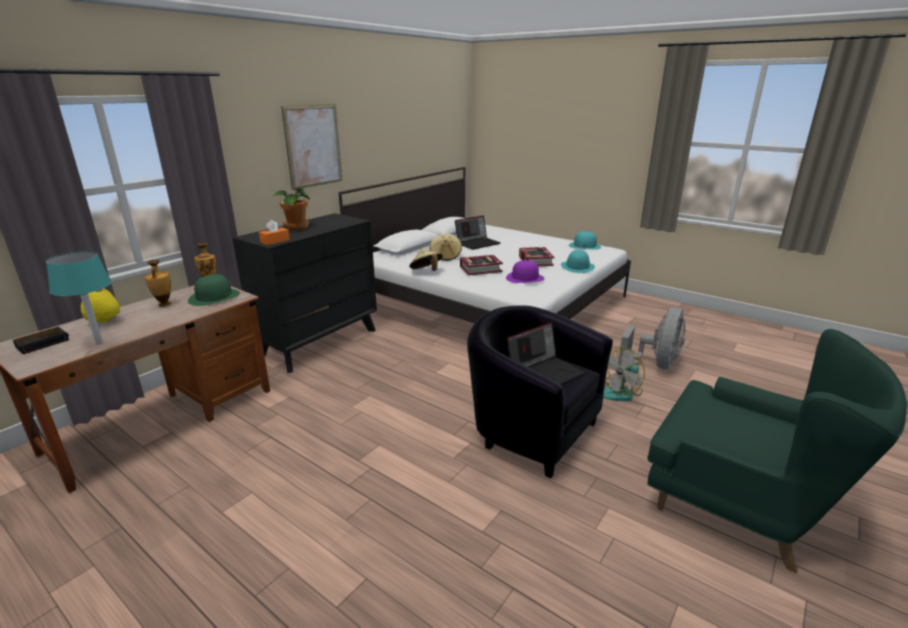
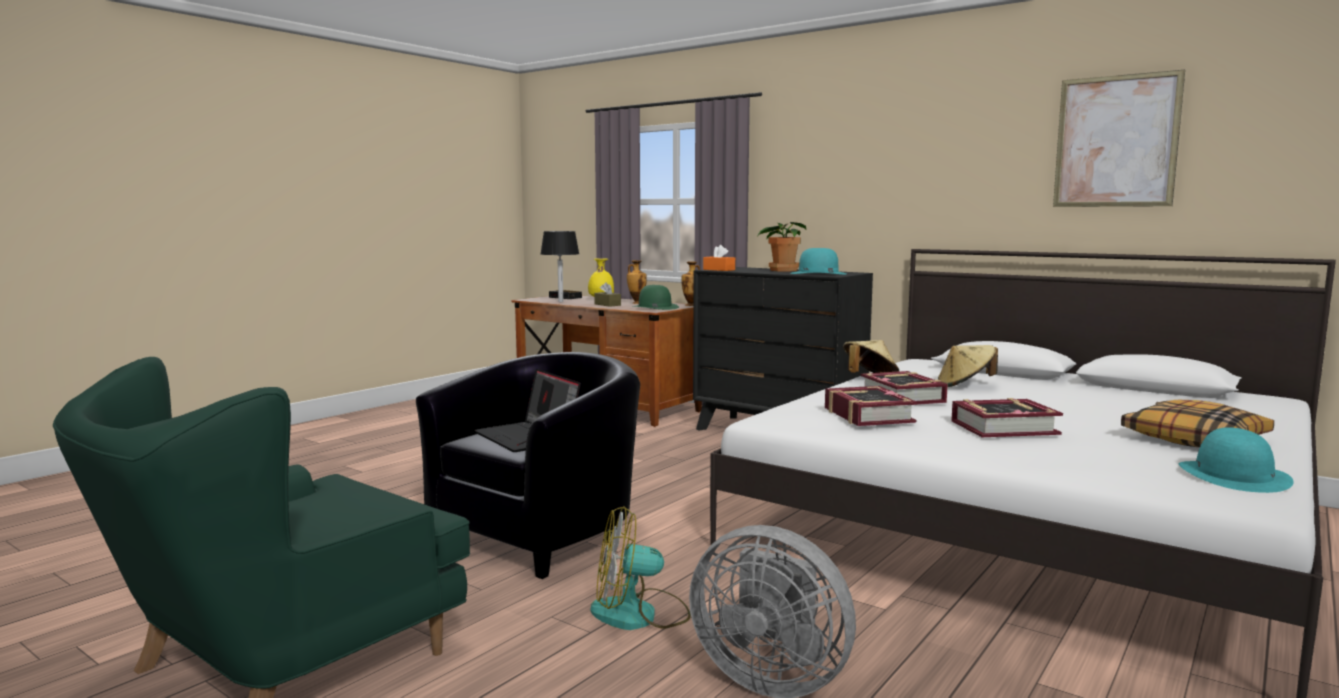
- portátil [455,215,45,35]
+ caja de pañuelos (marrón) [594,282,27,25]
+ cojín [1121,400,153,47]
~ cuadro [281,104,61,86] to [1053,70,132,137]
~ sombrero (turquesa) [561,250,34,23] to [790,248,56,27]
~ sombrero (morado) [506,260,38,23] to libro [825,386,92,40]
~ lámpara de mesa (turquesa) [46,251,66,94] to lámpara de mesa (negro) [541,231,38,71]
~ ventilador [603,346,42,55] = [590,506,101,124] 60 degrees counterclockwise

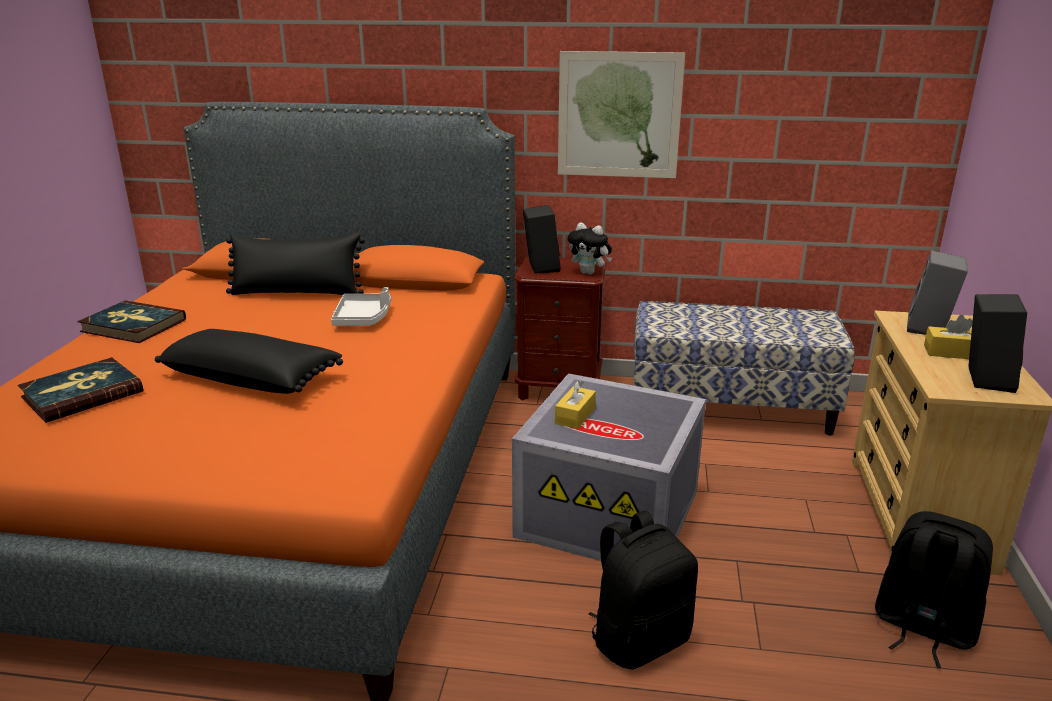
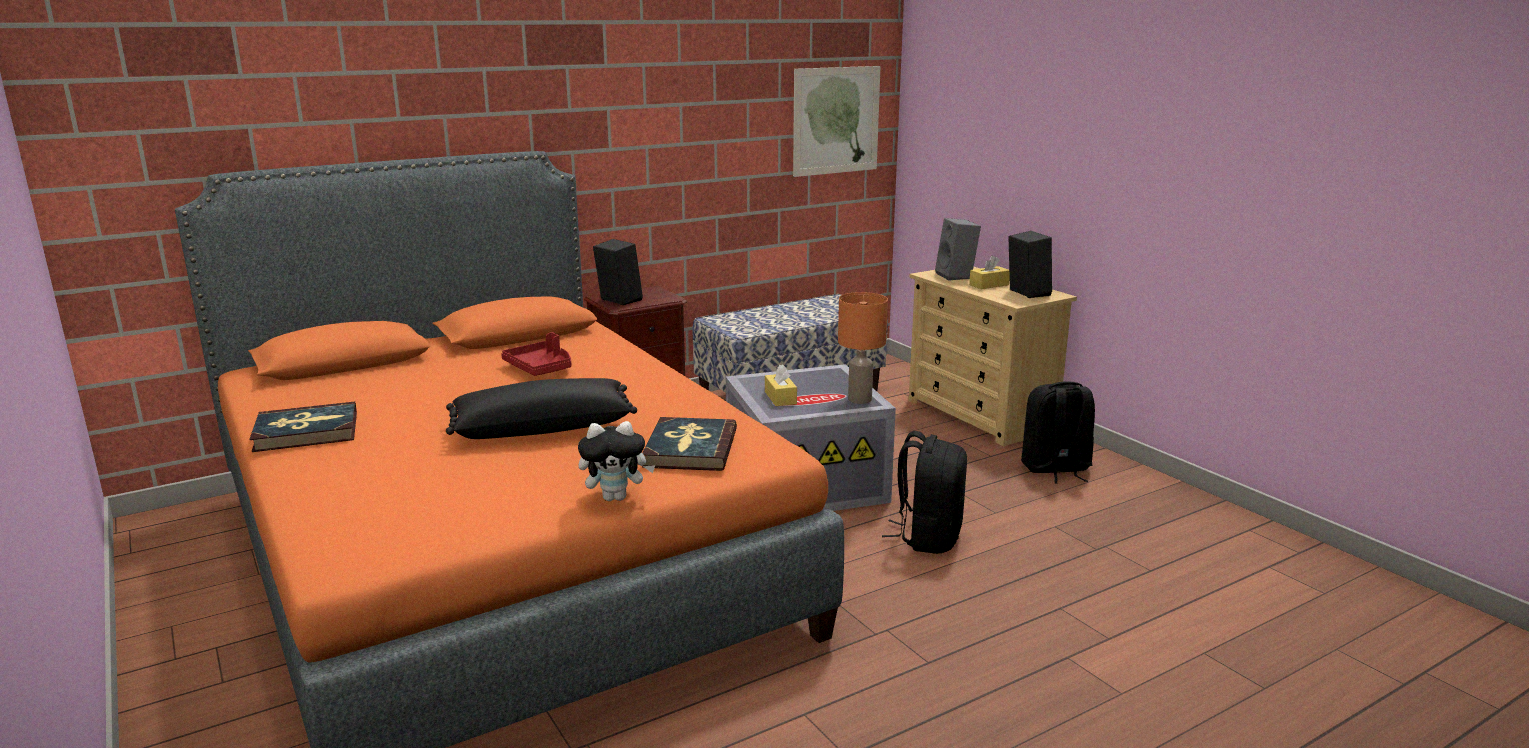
- cojín (negro) [226,232,139,63]
+ lámpara de mesa (naranja) [838,292,50,112]
~ libro [18,357,125,66] to [642,417,95,54]
~ cuadro [558,51,127,127] to [793,66,87,111]
~ peluche [568,222,44,53] to [578,421,77,80]
~ bandeja (blanco) [331,287,60,39] to bandeja (rojo) [501,332,70,44]

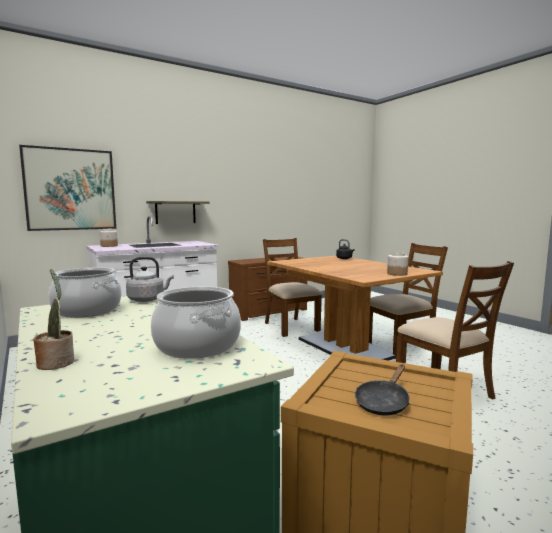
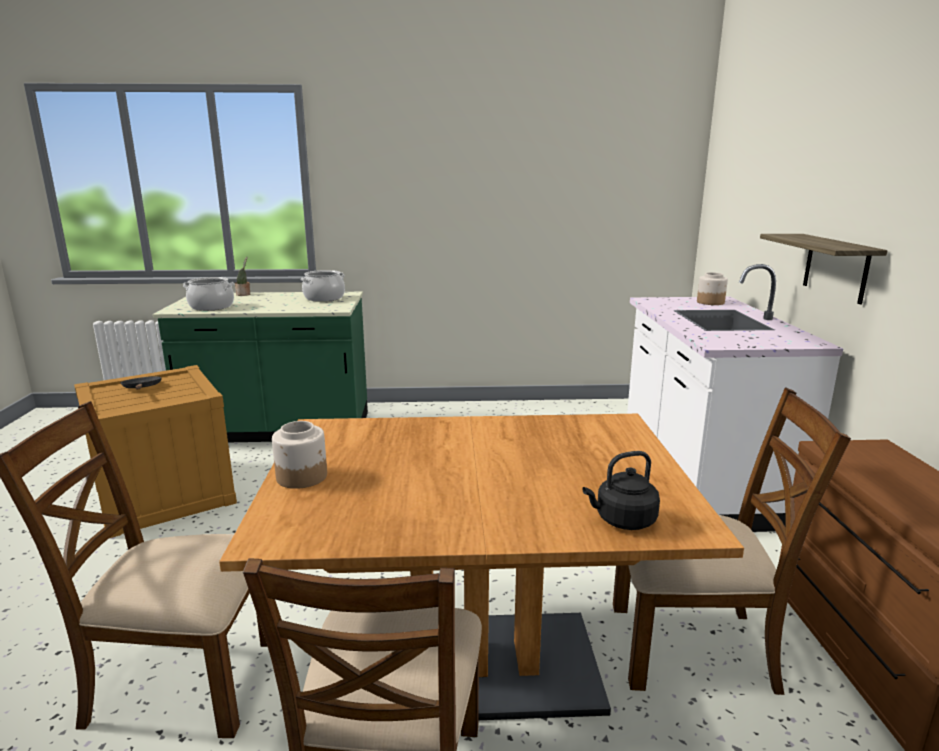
- cuadro [19,145,97,86]
- hervidor (gris) [126,257,48,45]

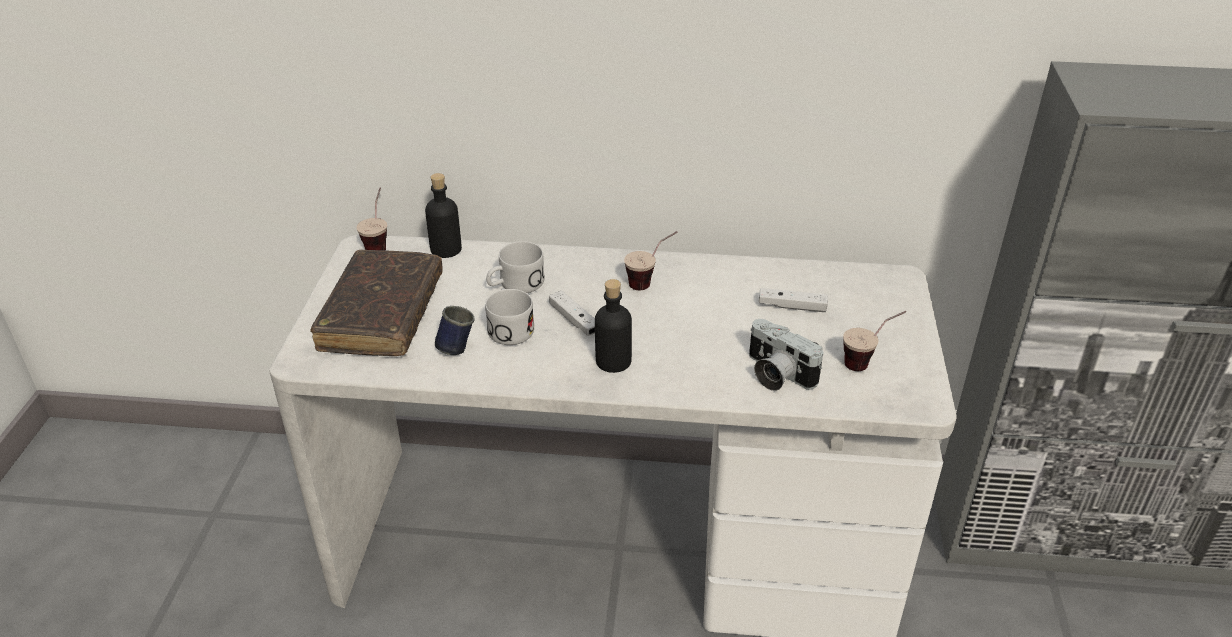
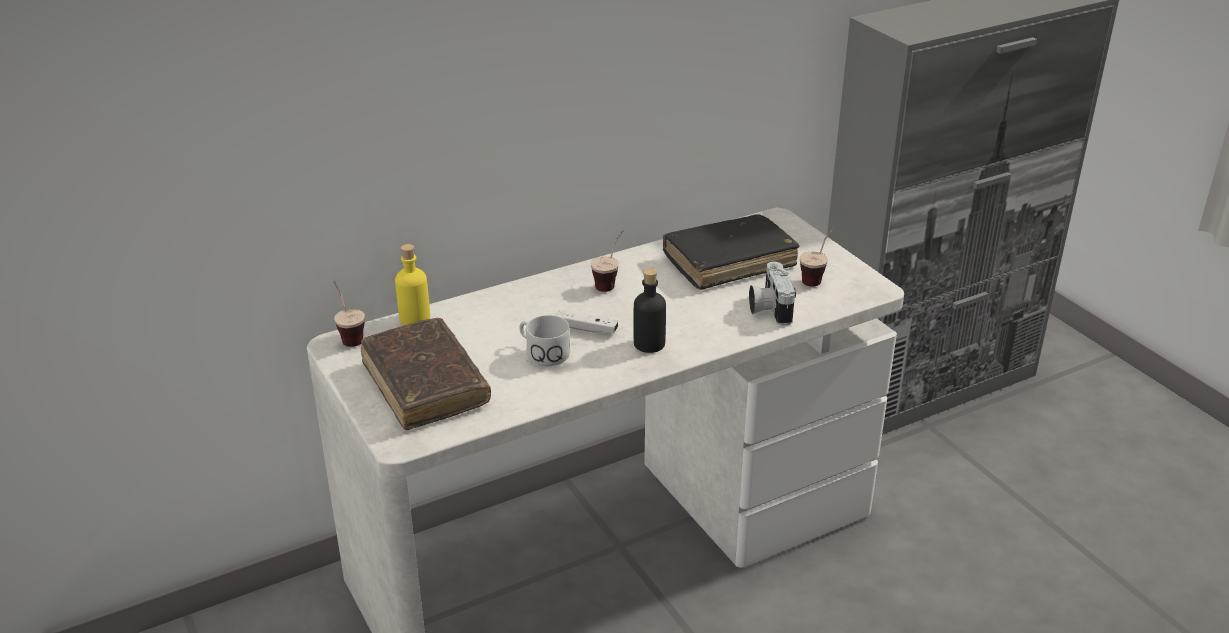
- taza grande (azul) [435,306,40,49]
- taza grande (blanco) [486,241,59,52]
~ mando de consola (blanco) [759,288,69,24] to libro (negro) [663,214,137,76]
~ botella (negro) [425,173,37,85] to botella (amarillo) [395,244,35,81]
~ cámara [749,319,74,72] = [749,262,47,63] 75 degrees clockwise

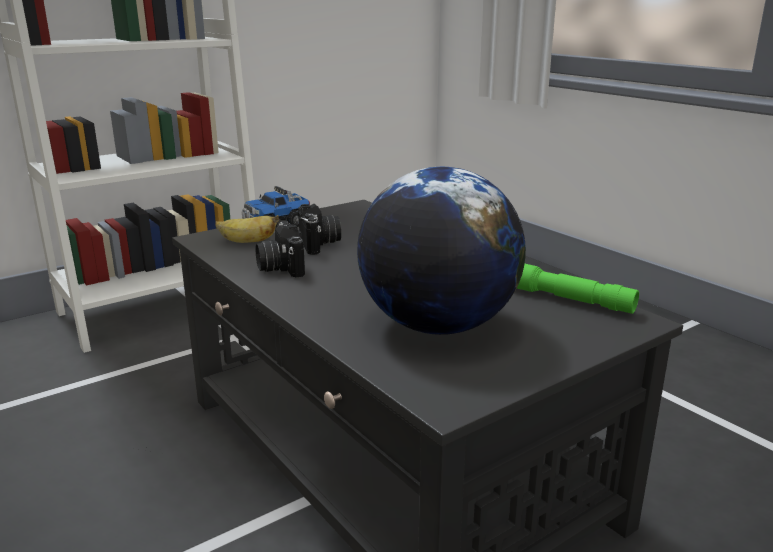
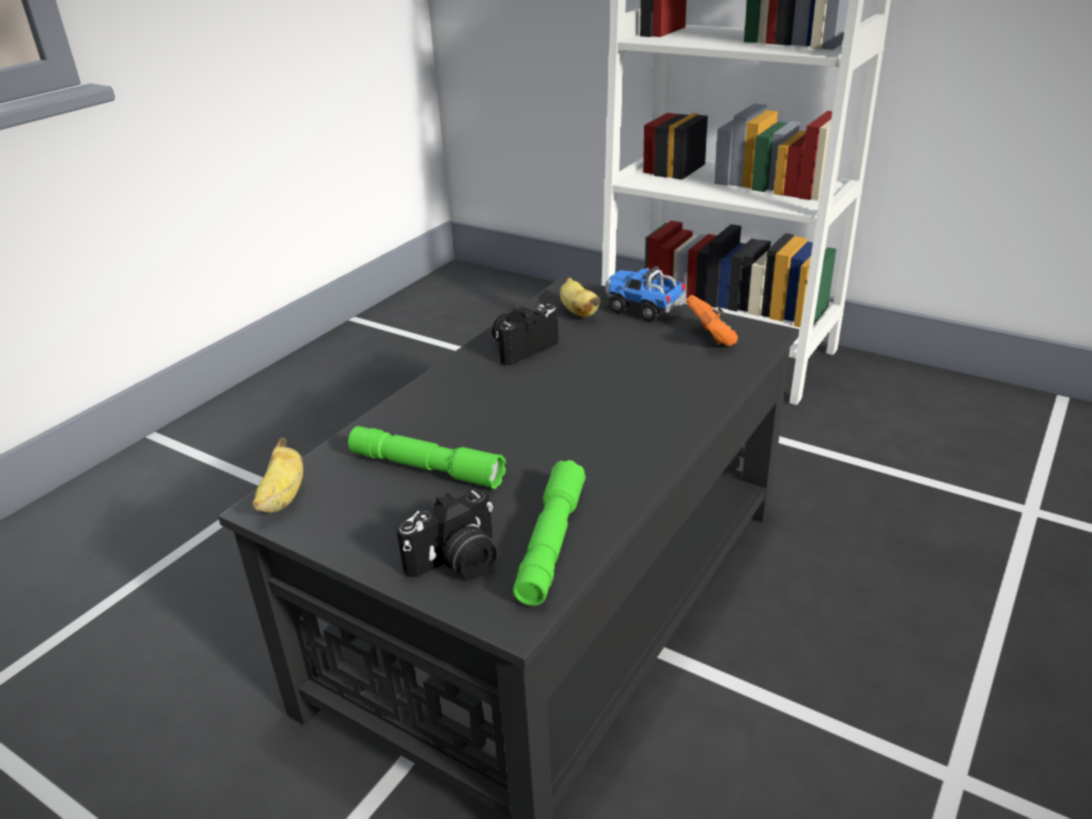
+ plátano [252,438,51,75]
+ mando de consola (naranja) [686,295,52,51]
~ cámara [298,204,43,51] to [397,490,100,89]
~ globo terráqueo [357,167,169,168] to linterna (verde) [348,426,158,63]

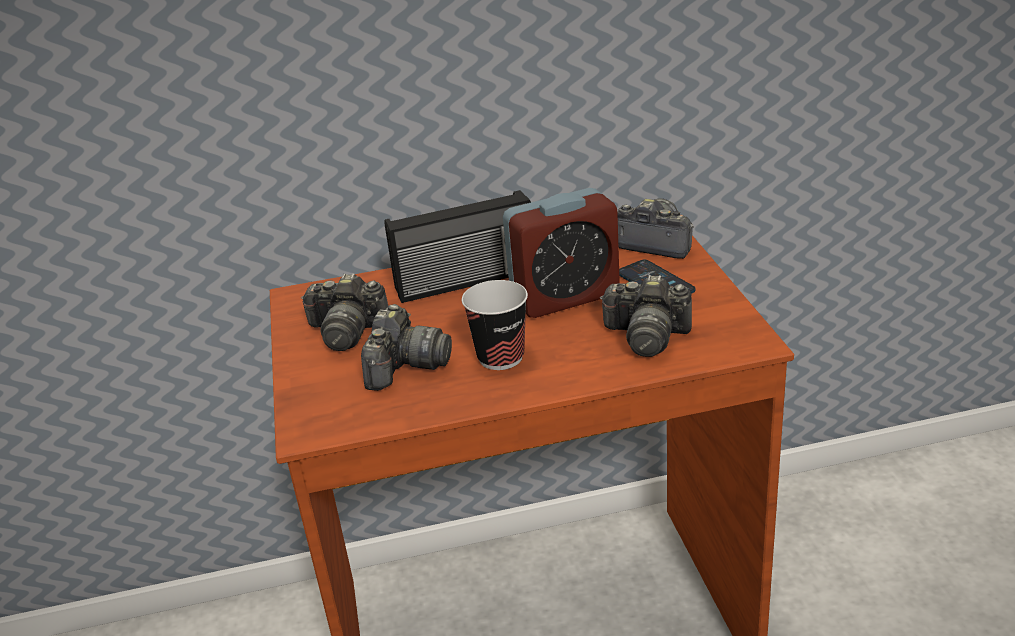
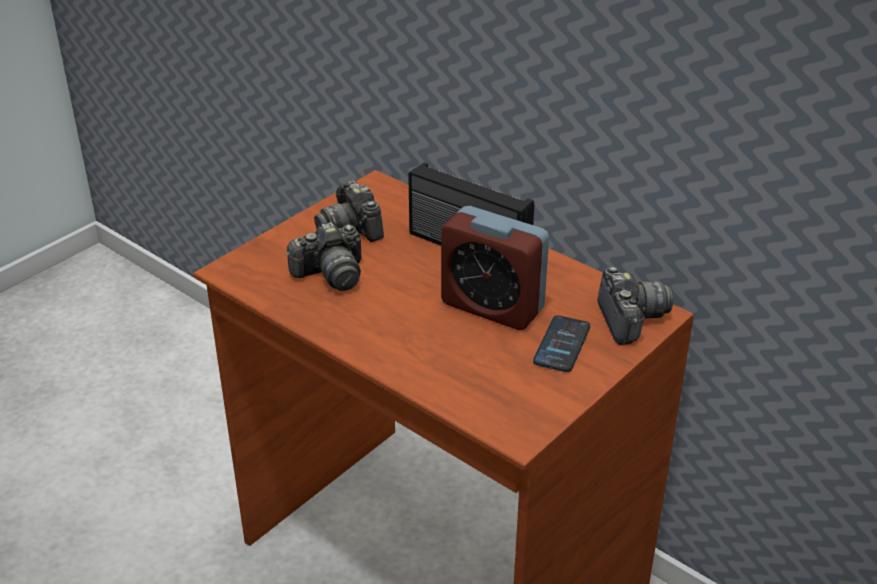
- taza [462,280,66,90]
- cámara [600,275,92,82]

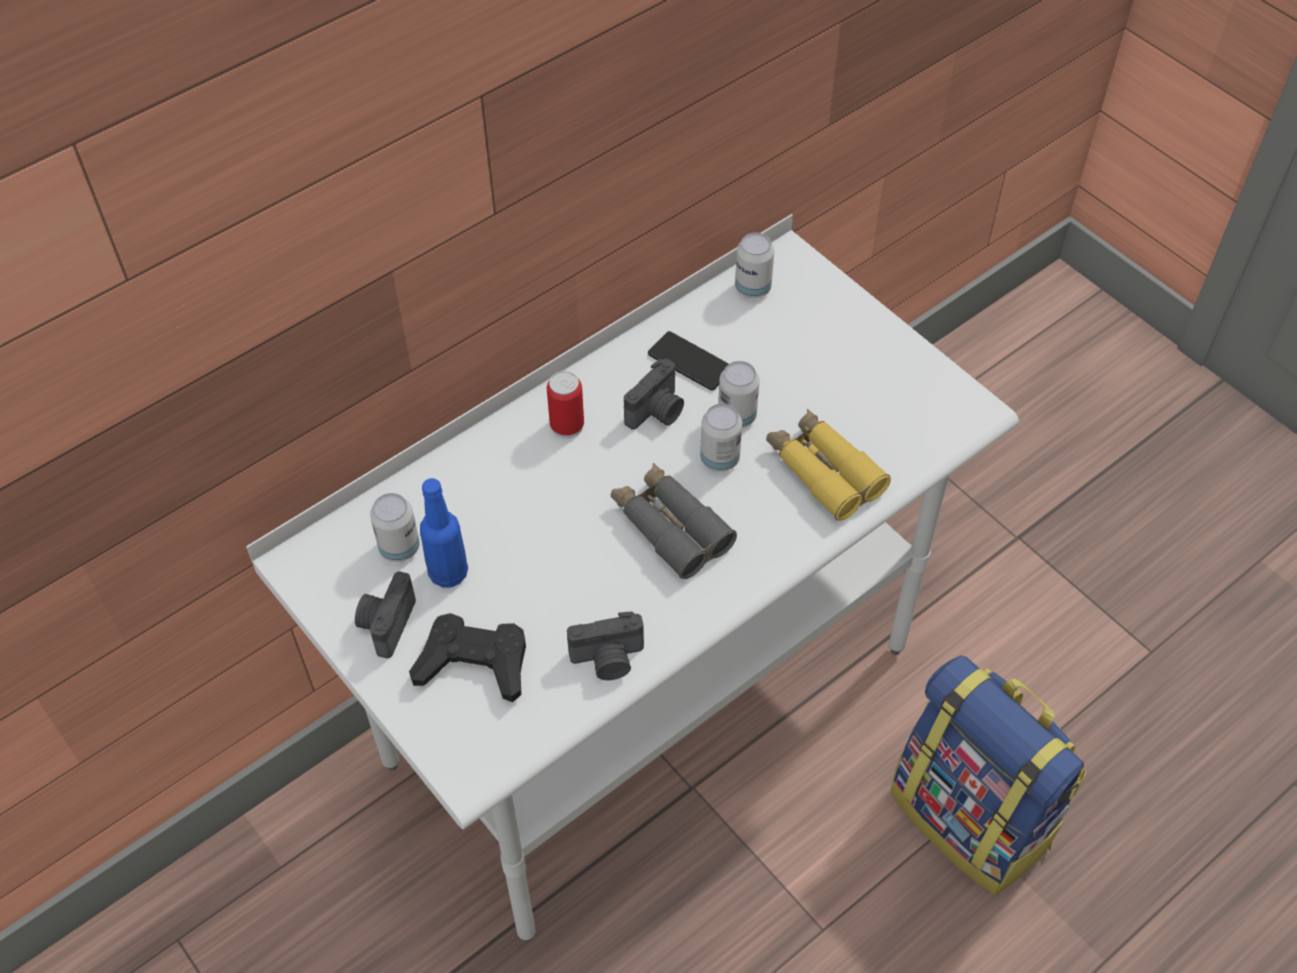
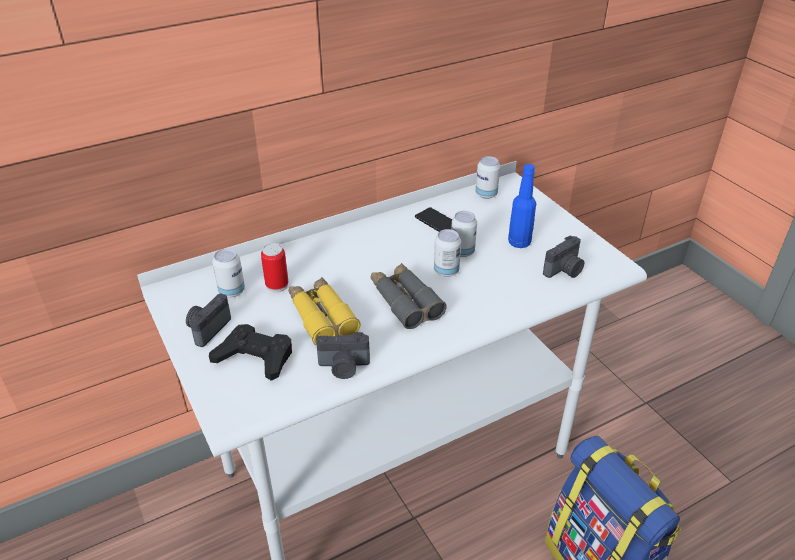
~ botella (azul) [420,478,48,110] to [508,164,28,84]
~ lata [547,371,37,67] to [261,243,27,49]
~ cámara [624,359,60,70] to [543,235,42,43]
~ prismáticos (amarillo) [766,409,125,112] to [289,277,71,69]

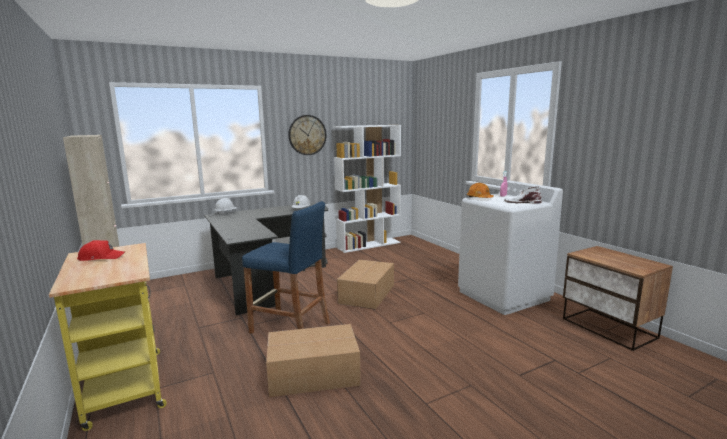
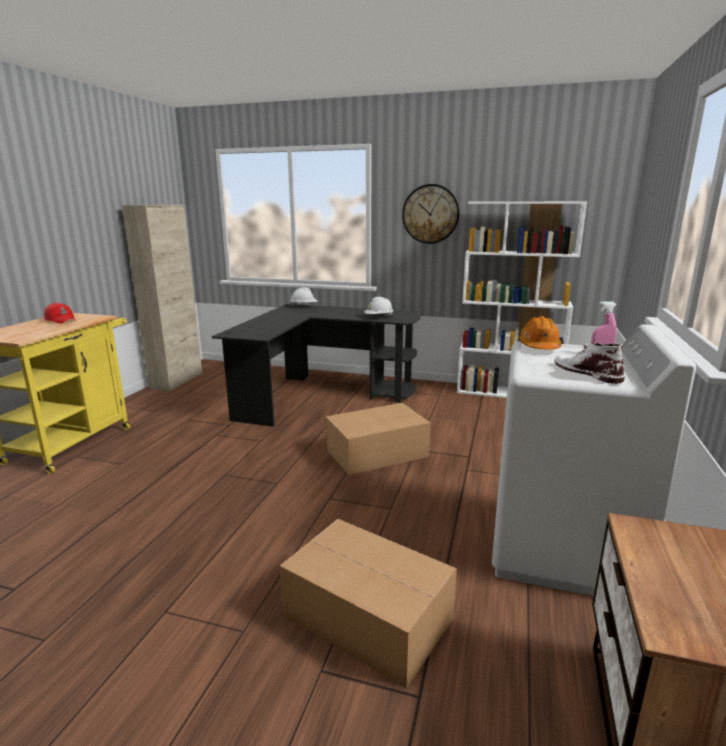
- taburete (azul) [242,201,88,133]
~ caja de cartón [266,324,95,74] to [280,519,177,169]

